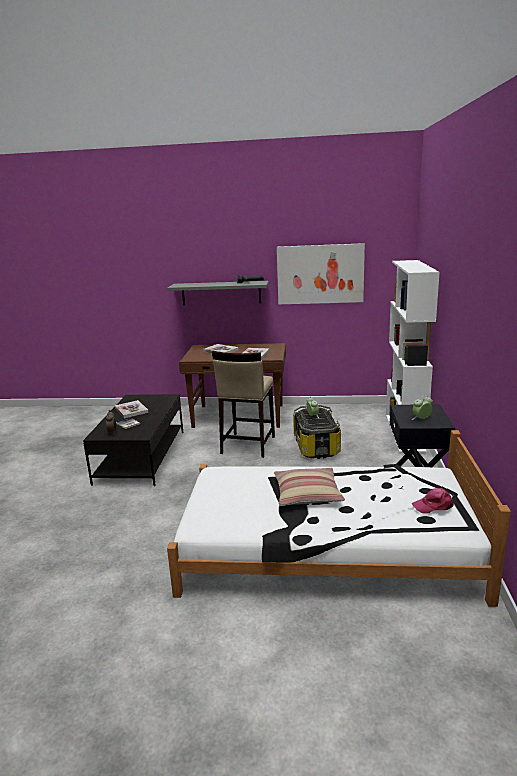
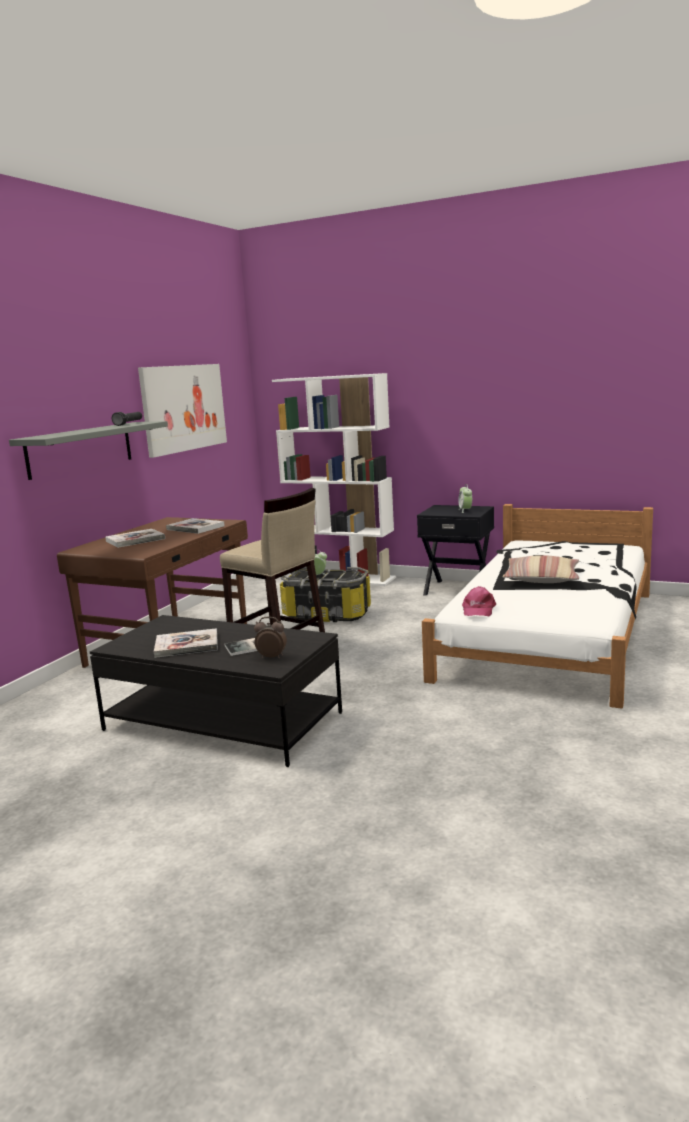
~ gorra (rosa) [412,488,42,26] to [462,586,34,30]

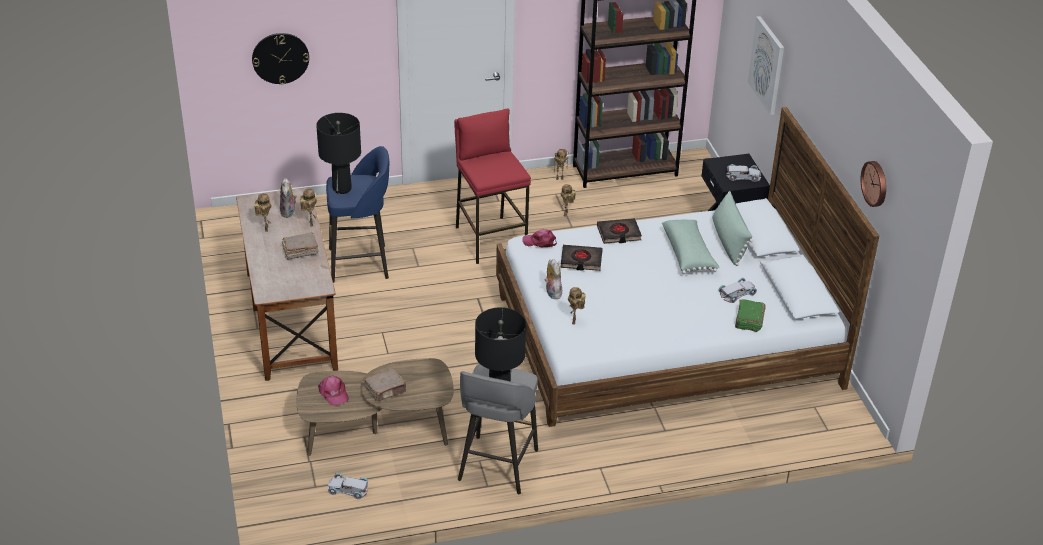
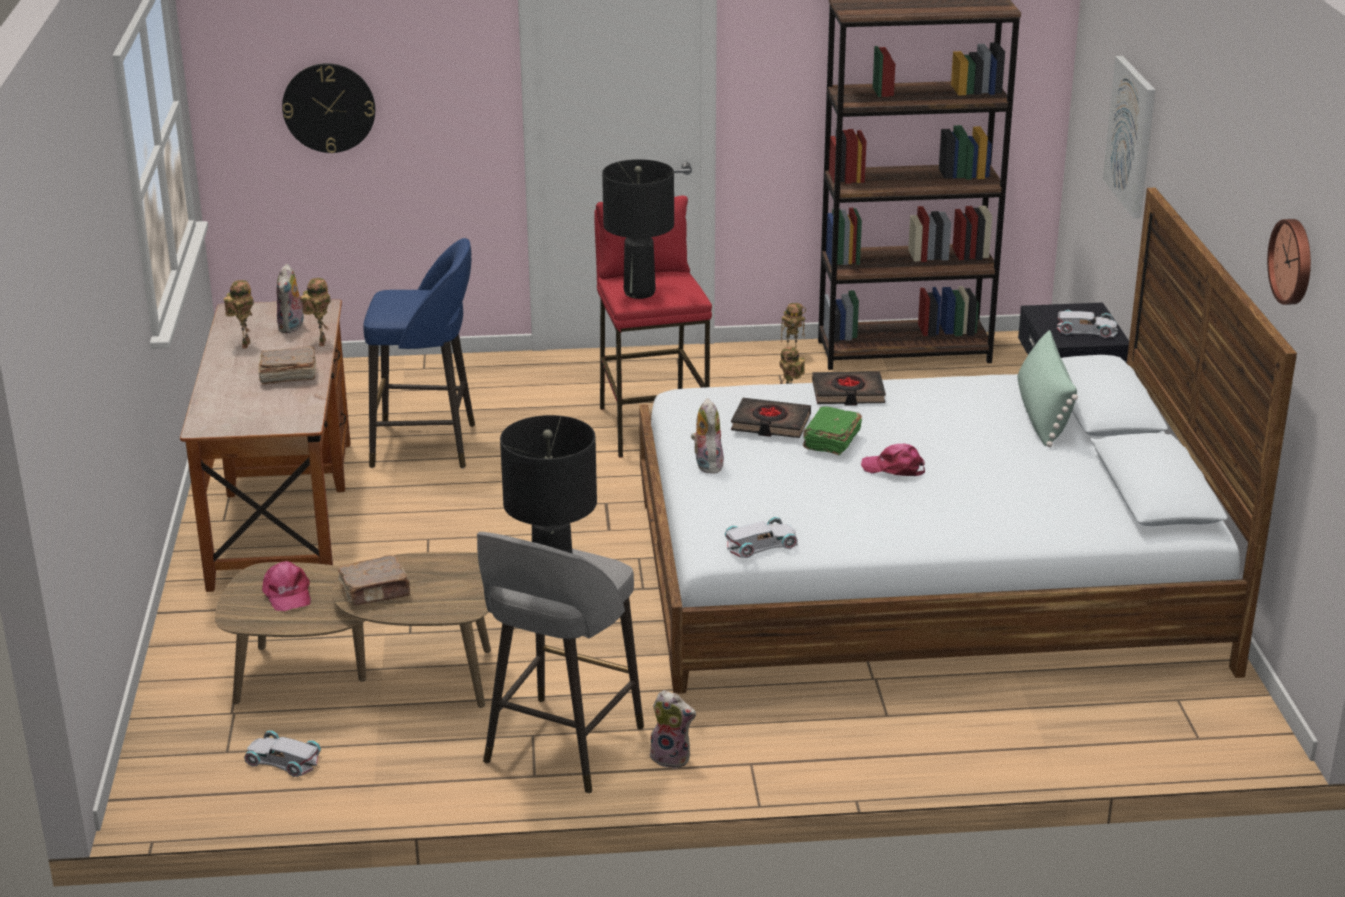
- robot de juguete [568,287,18,37]
- cojín (verde) [662,220,58,54]
+ peluche [650,690,46,79]
~ lámpara de mesa (negro) [316,113,45,81] to [602,159,72,140]
~ gorra (rosa) [522,229,35,18] to [861,444,64,32]
~ coche de juguete (blanco) [718,278,39,25] to [724,517,74,41]
~ libro (verde) [735,300,31,32] to [803,407,59,48]

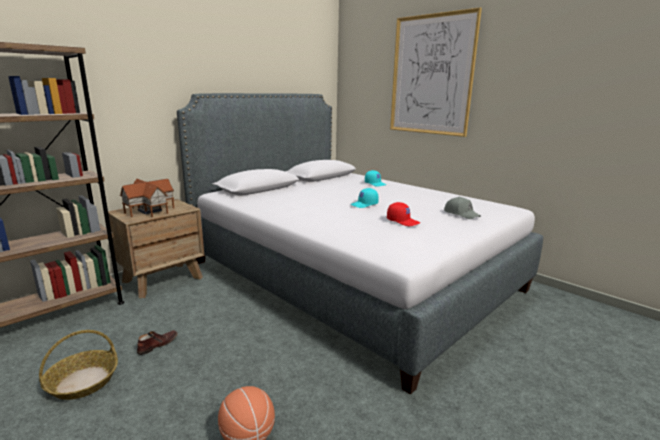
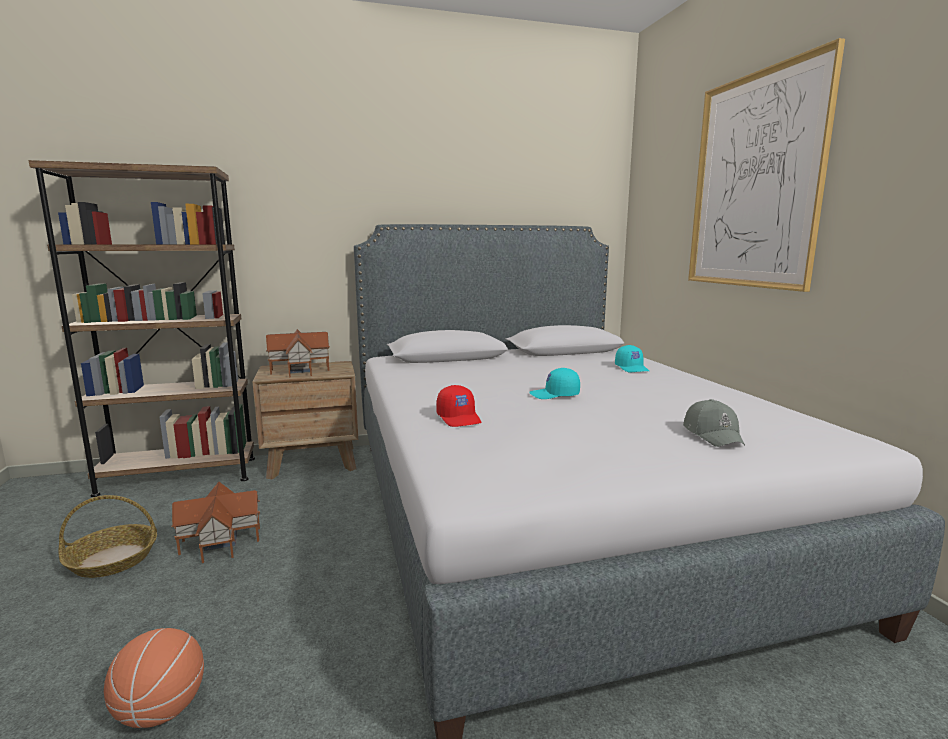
~ gorra (rojo) [387,202,33,24] to [436,385,45,42]
~ zapato (marrón) [137,330,41,25] to casita [171,482,89,81]

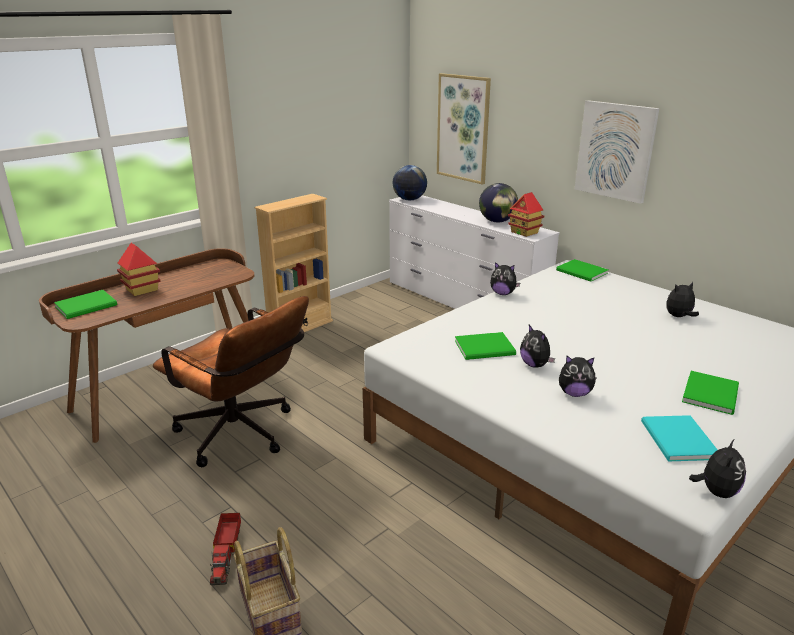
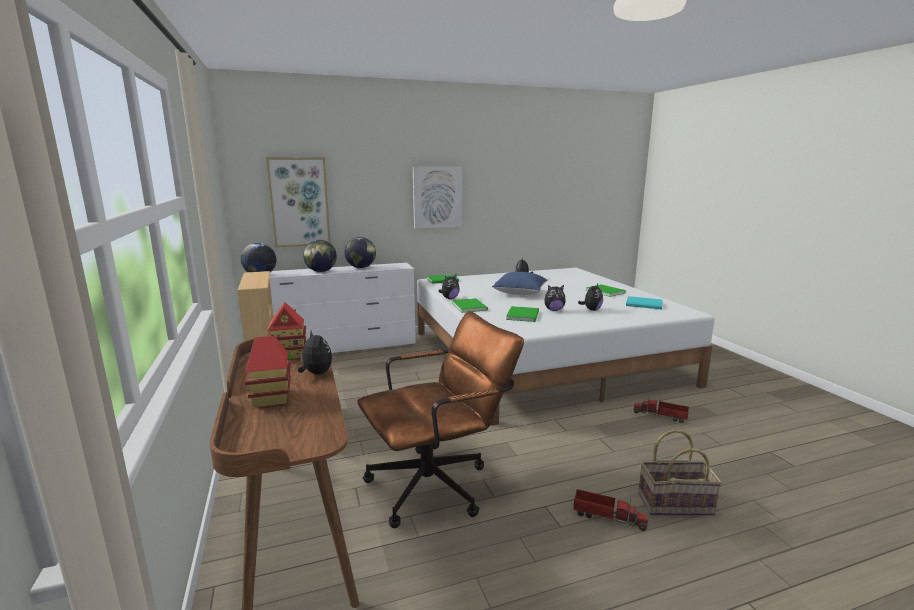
+ globo terráqueo [303,240,34,32]
+ cojín (azul) [492,272,55,23]
+ camión de juguete [633,397,56,26]
~ libro (verde) [54,290,63,29] to [452,298,36,15]
~ casita [508,192,36,45] to [267,302,39,57]
~ peluche [689,439,57,59] to [298,330,34,45]

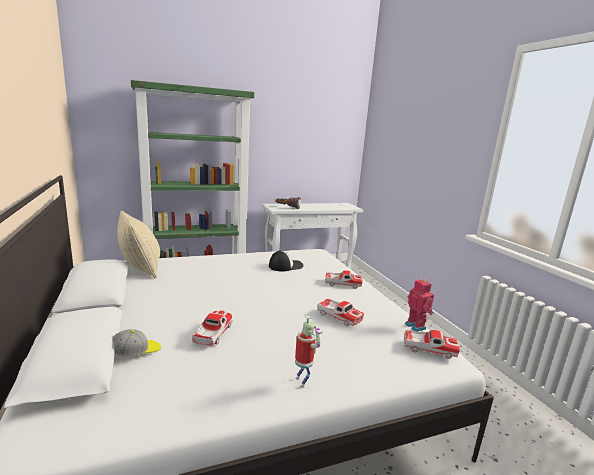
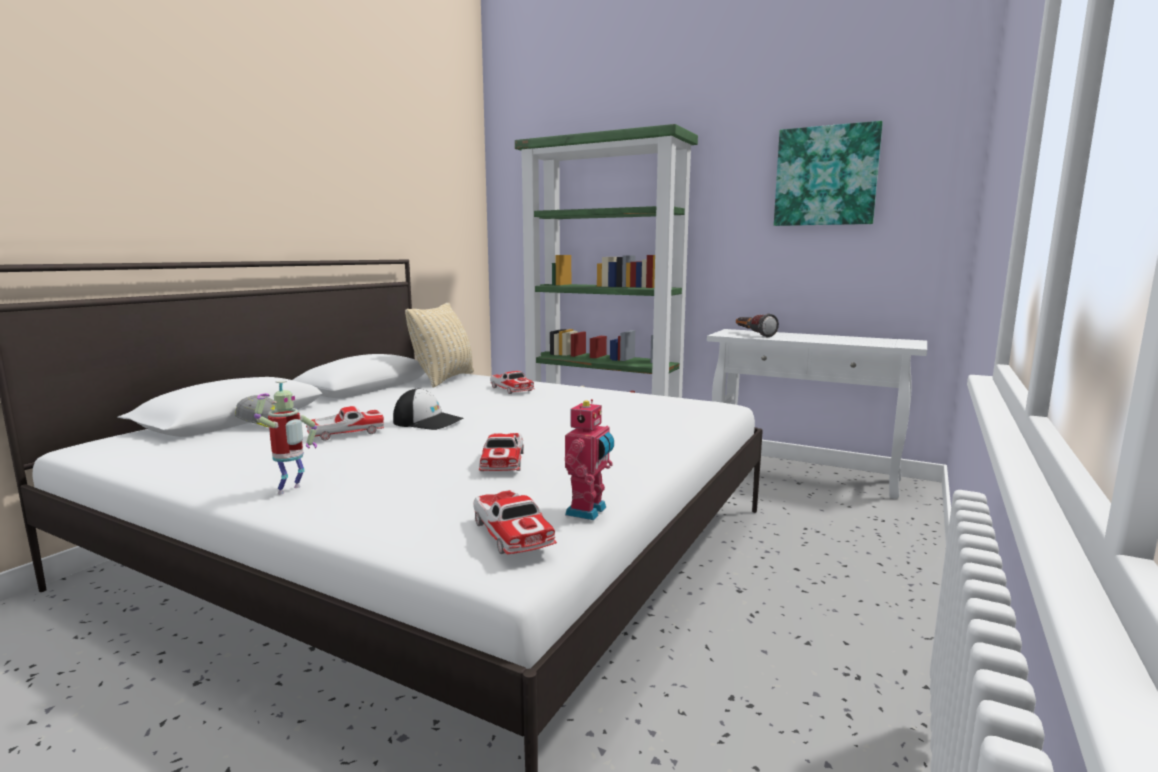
+ cuadro [774,121,109,105]
~ gorra [269,251,35,21] to [393,388,70,42]
~ coche de juguete [325,270,38,19] to [490,371,44,23]

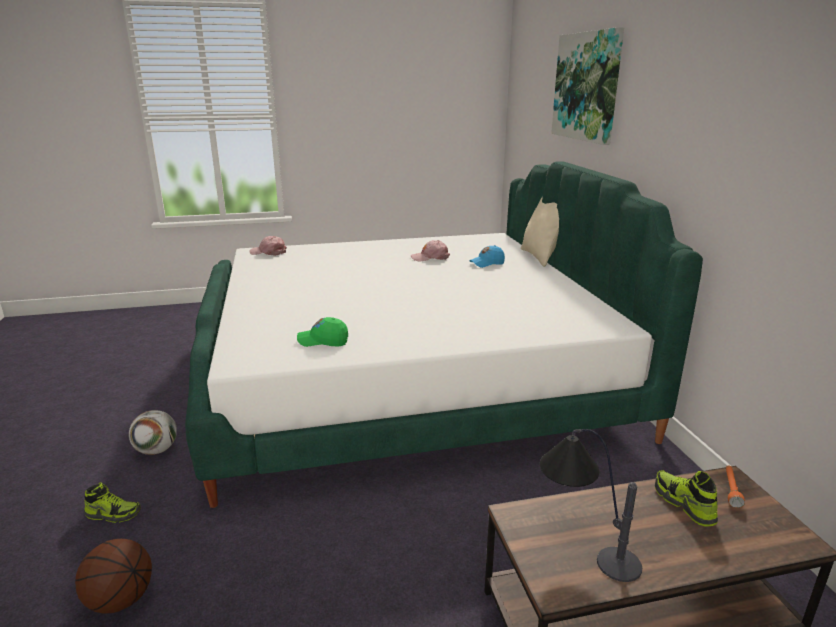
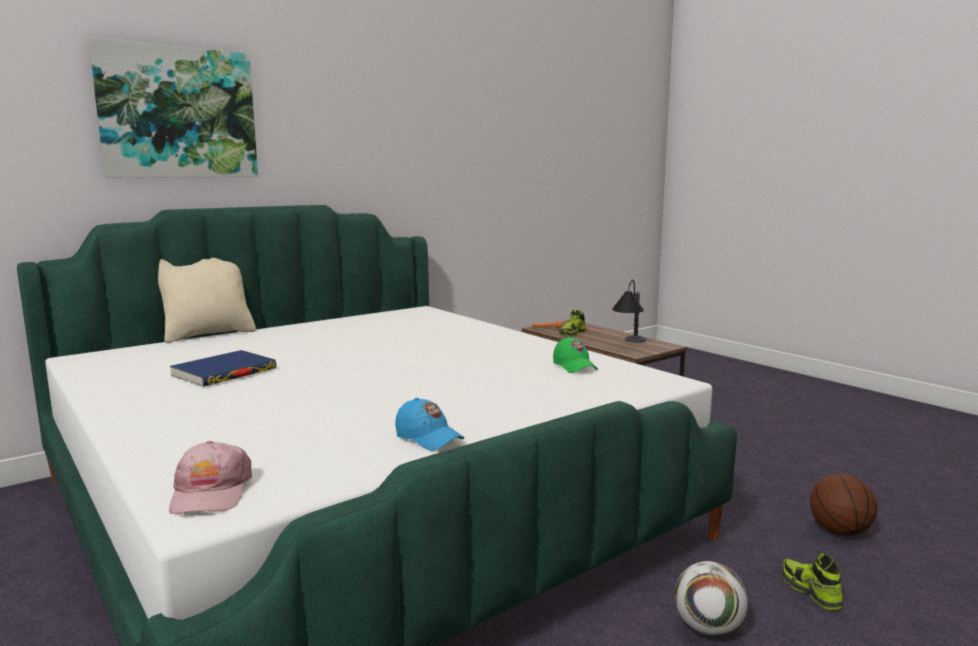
~ gorra (azul) [469,245,36,23] to [395,398,70,53]
~ gorra (rosa) [411,240,39,22] to libro (azul) [169,350,108,36]

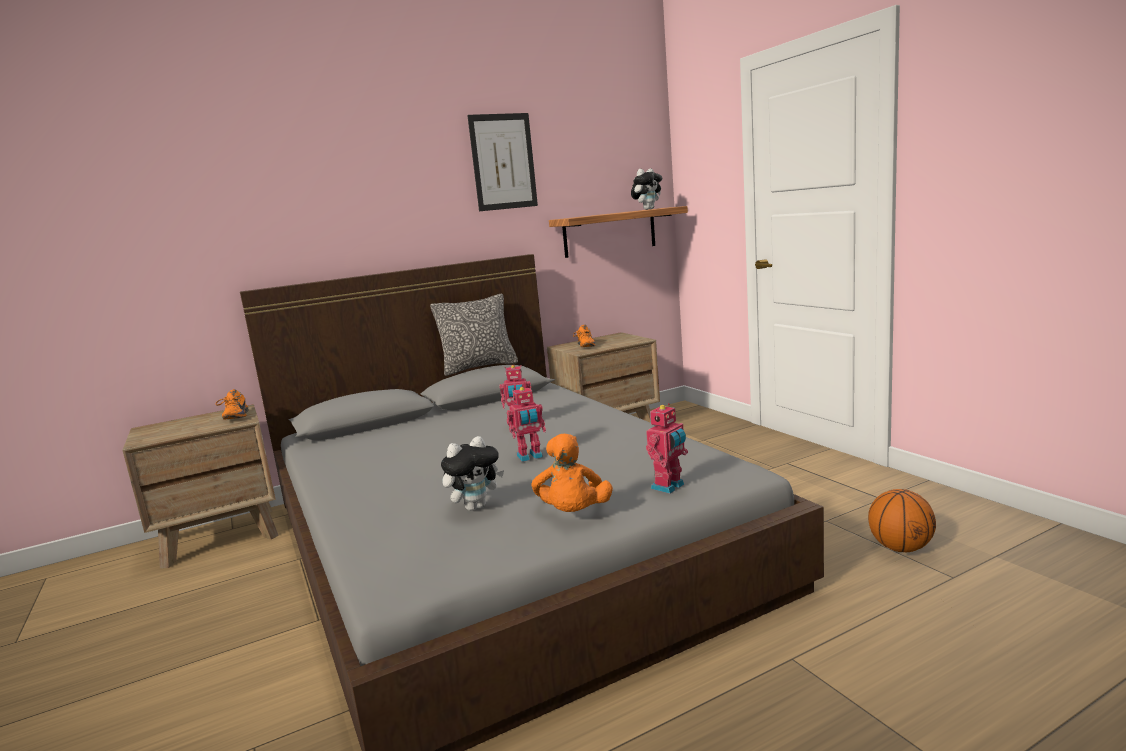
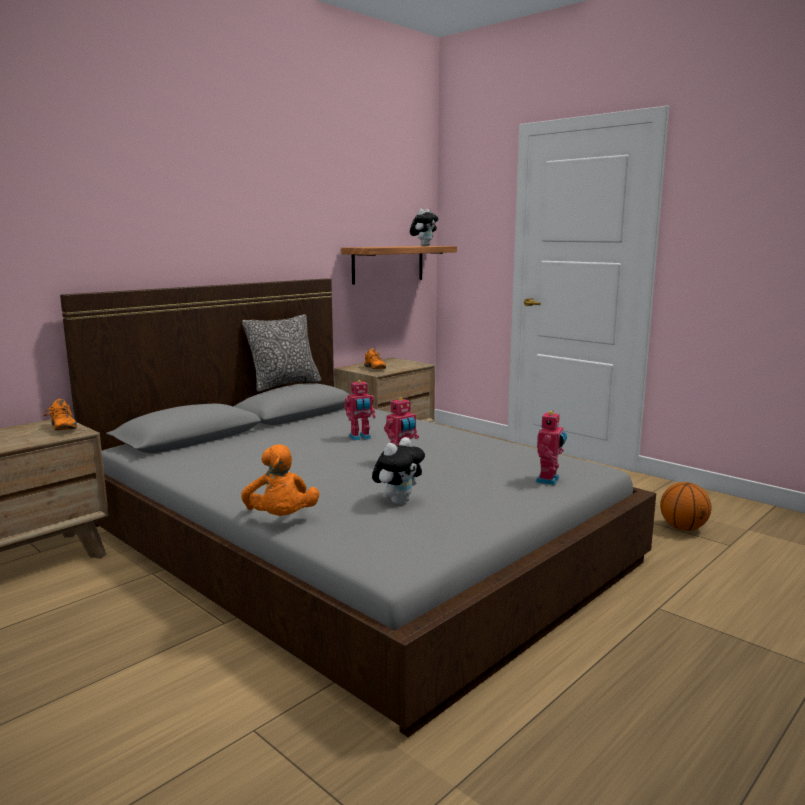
- cuadro [467,113,71,98]
~ peluche (naranja) [531,434,82,78] to [241,444,78,72]

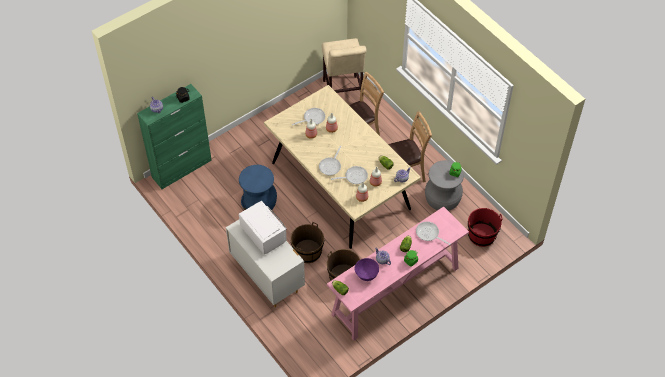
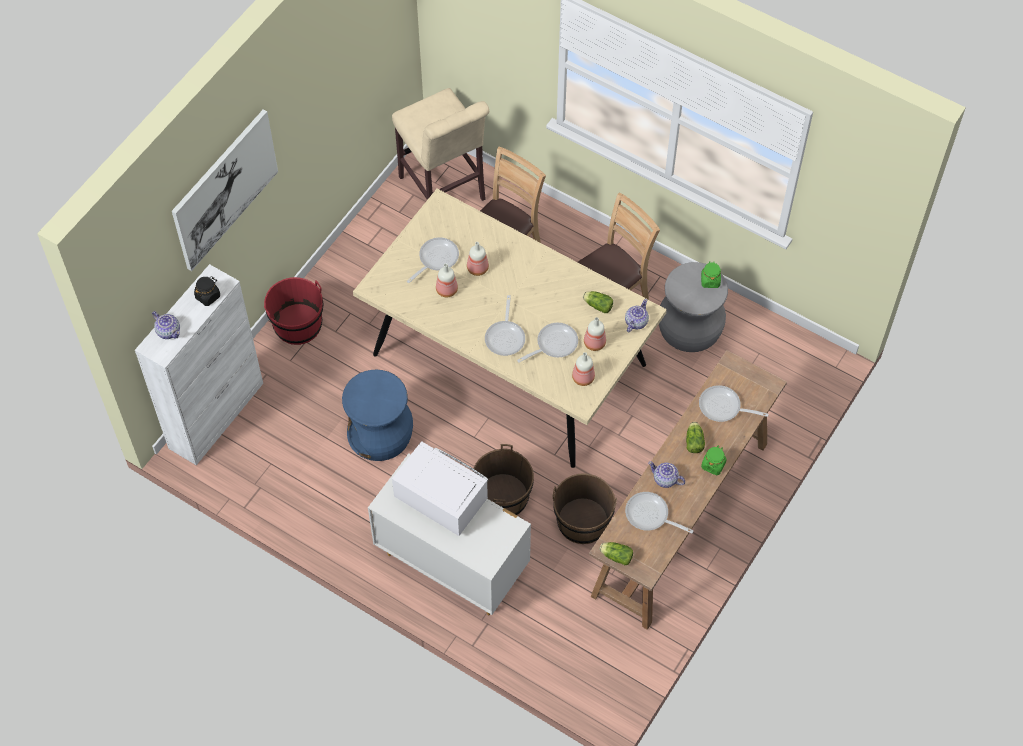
+ cuadro [172,109,106,162]
~ cubo (rojo) [468,208,34,39] to [264,277,60,68]
~ cuenco (morado) [354,258,25,23] to sartén [625,492,68,41]
~ armario (verde) [137,84,75,105] to armario (blanco) [135,264,128,201]
~ mesa consola (rosa) [327,207,142,134] to mesa consola (marrón) [589,350,198,280]

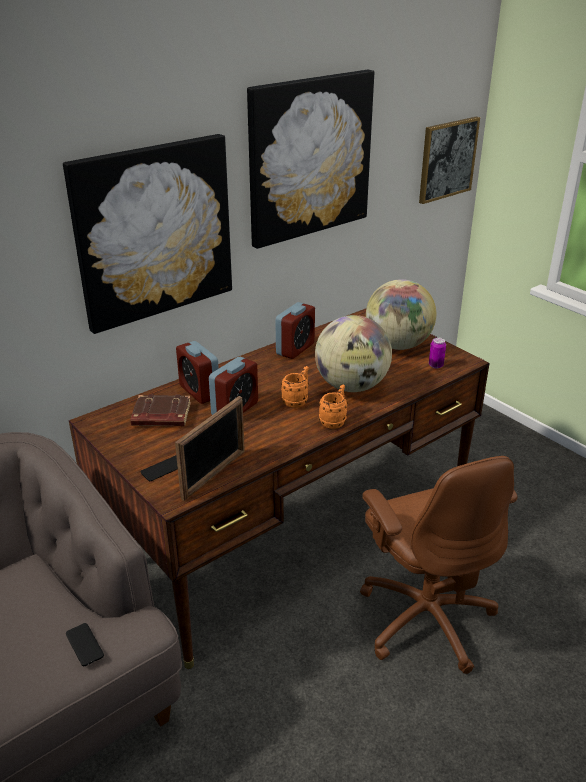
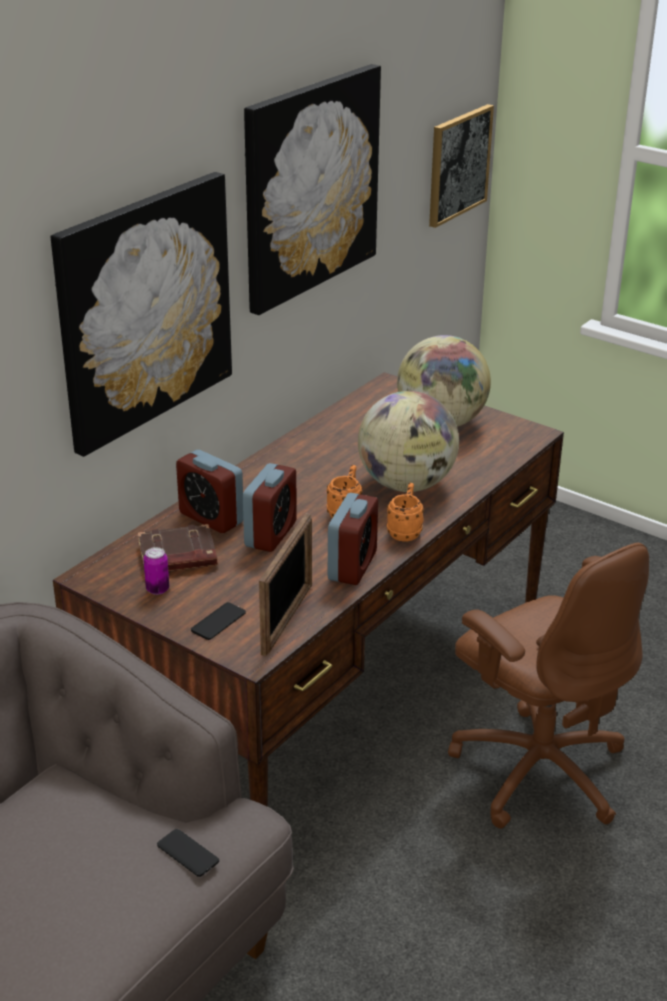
~ despertador [275,302,40,57] to [328,493,50,92]
~ lata [429,338,17,30] to [143,547,26,48]

